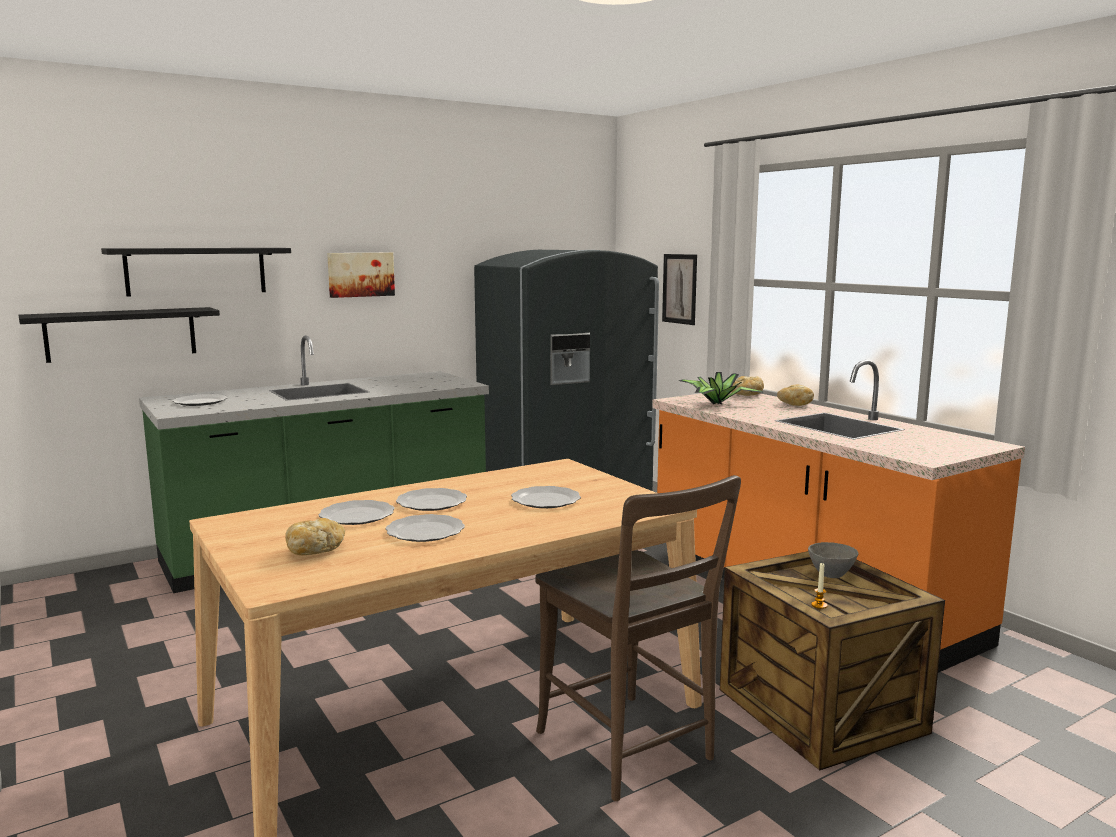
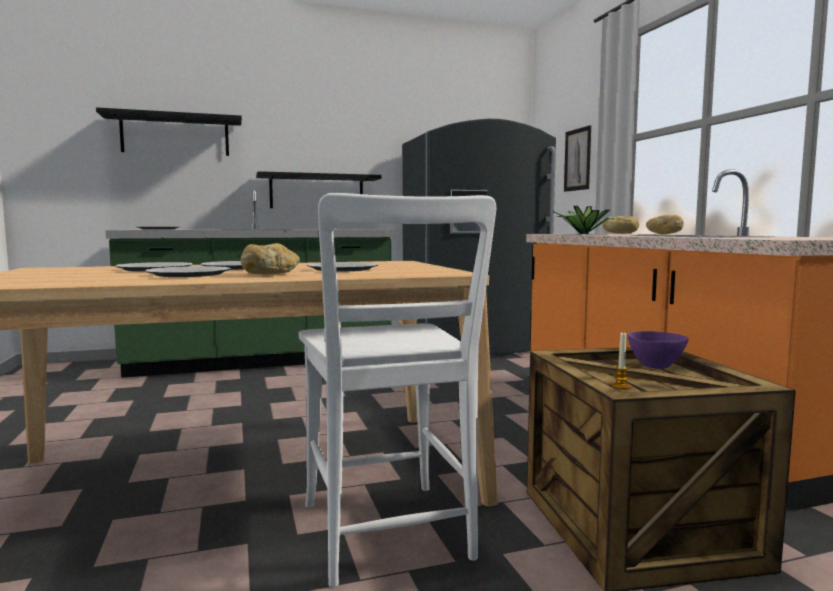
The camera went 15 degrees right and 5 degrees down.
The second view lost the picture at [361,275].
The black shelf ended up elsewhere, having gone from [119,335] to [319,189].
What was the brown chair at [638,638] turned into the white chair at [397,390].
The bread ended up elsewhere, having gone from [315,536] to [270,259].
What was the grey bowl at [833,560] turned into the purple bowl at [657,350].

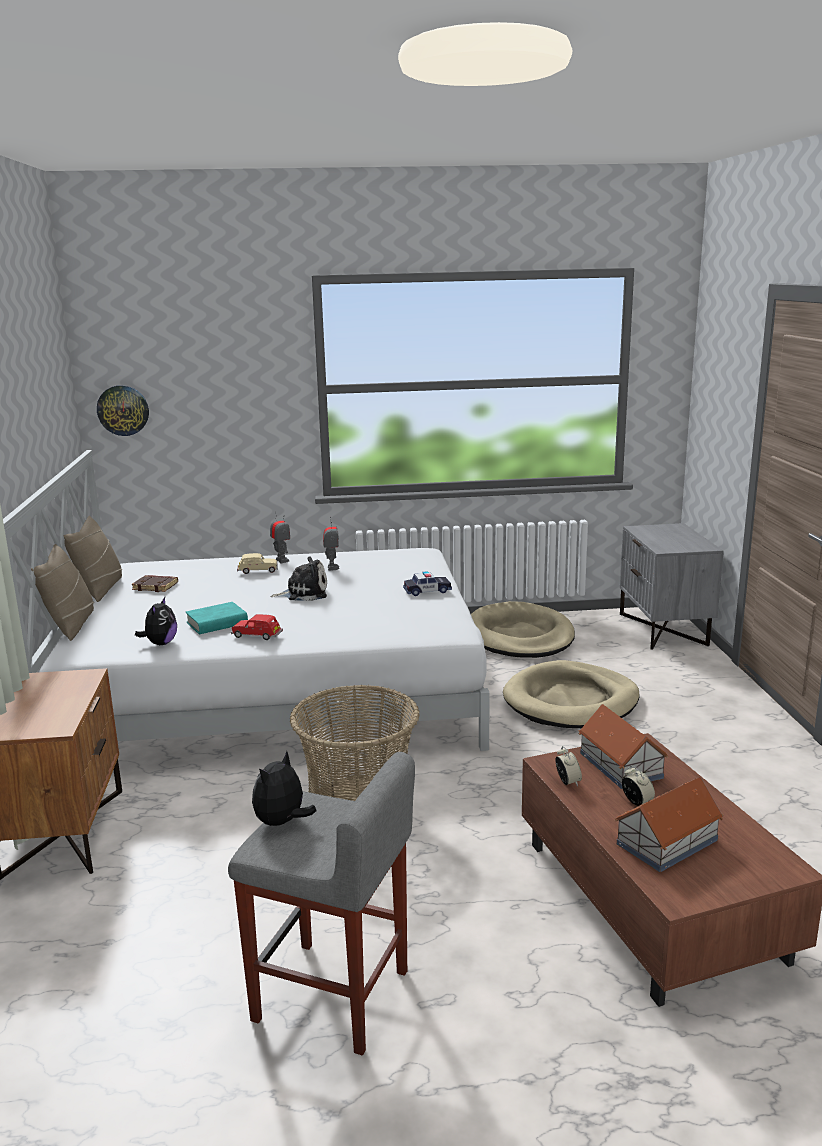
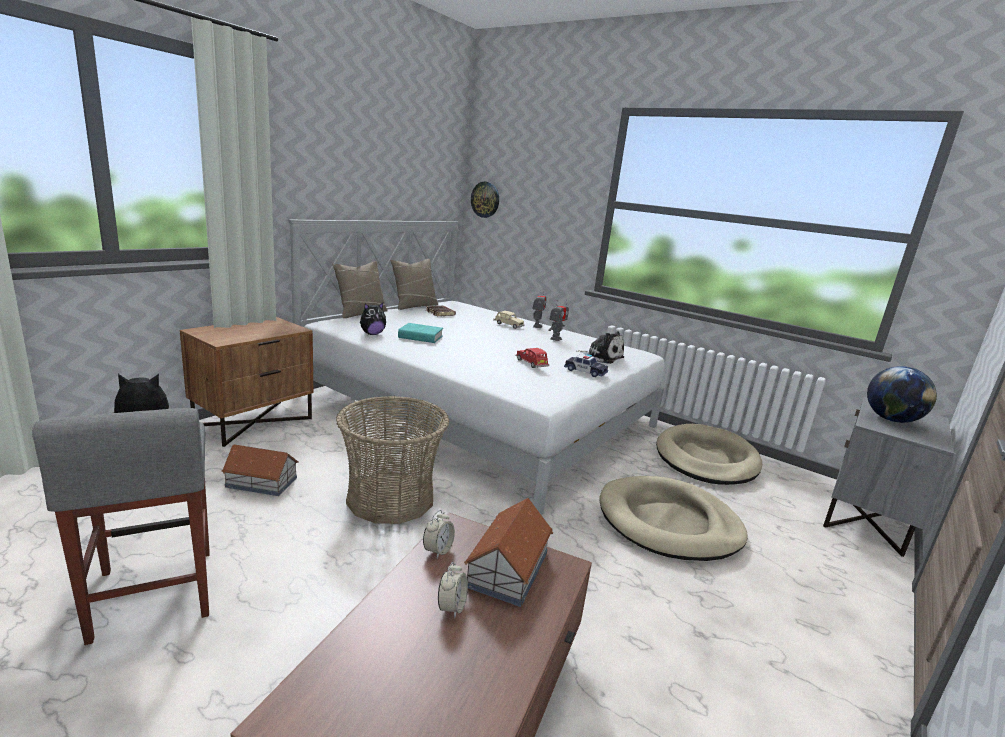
The camera went 40 degrees right and 0 degrees up.
The plush toy ended up elsewhere, having gone from [298,578] to [600,347].
The red toy car ended up elsewhere, having gone from [257,627] to [532,358].
The toy house ended up elsewhere, having gone from [669,824] to [260,470].
The second view gained the globe at [902,394].

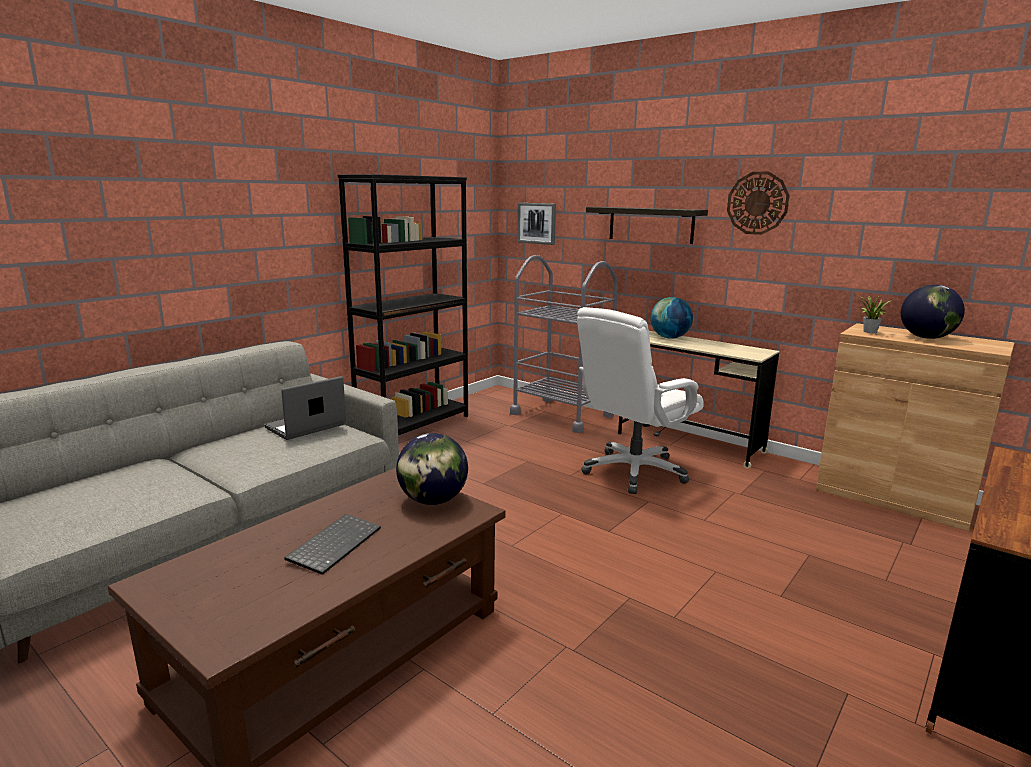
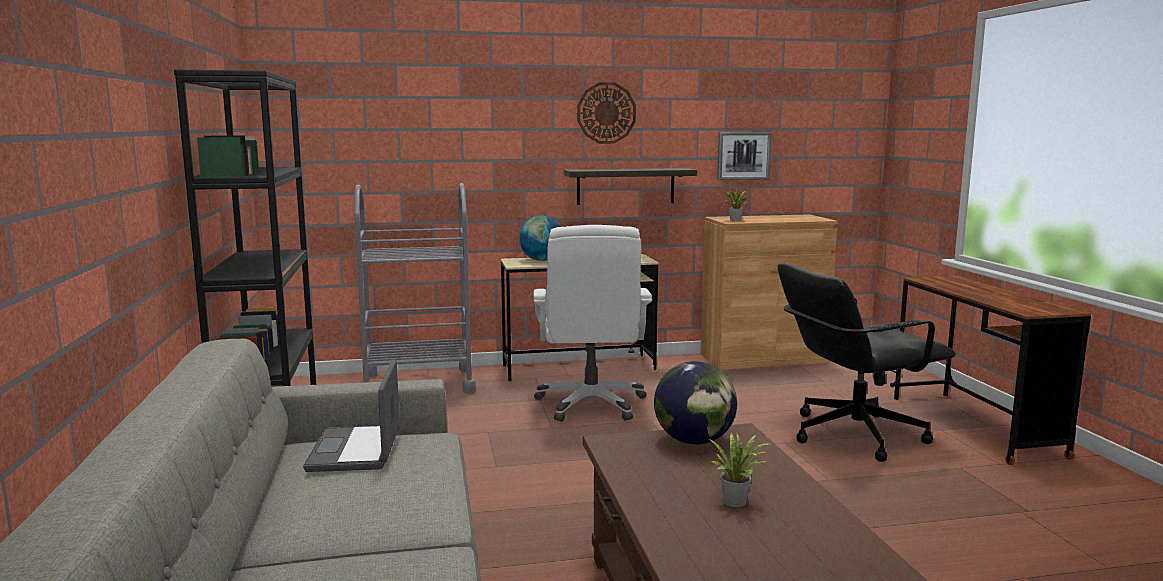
The camera went 50 degrees left and 5 degrees down.
The picture ended up elsewhere, having gone from [536,224] to [744,156].
The shelf ended up elsewhere, having gone from [647,225] to [630,186].
The second view lost the globe at [933,312].
Where the keyboard stood at [332,544], the potted plant came to stand at [739,469].
The second view gained the black office chair at [867,362].

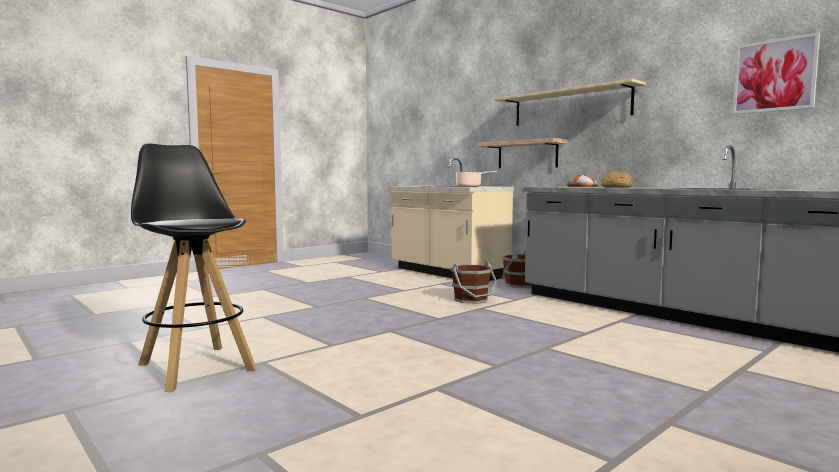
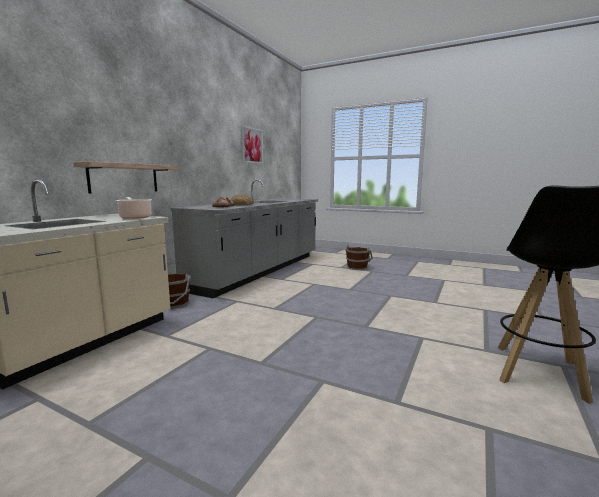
The camera went 110 degrees left and 5 degrees up.
The second view lost the beige shelf at [570,102].
The brown bucket ended up elsewhere, having gone from [473,282] to [359,257].

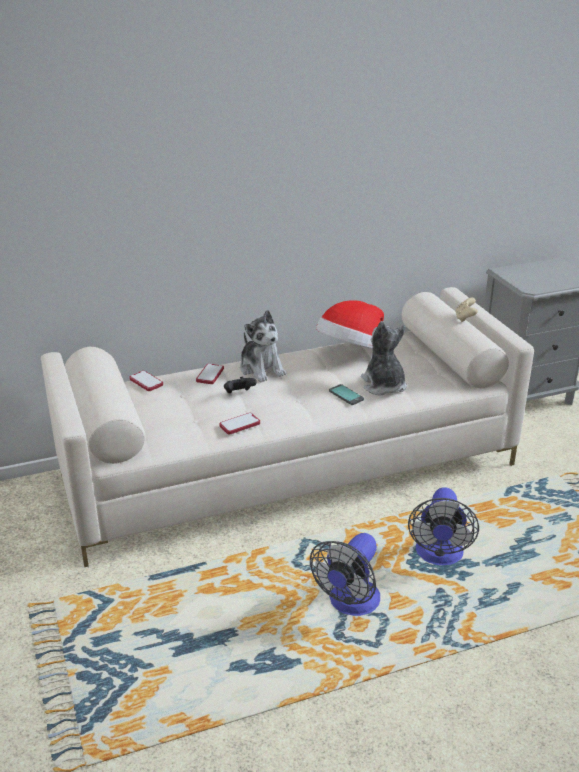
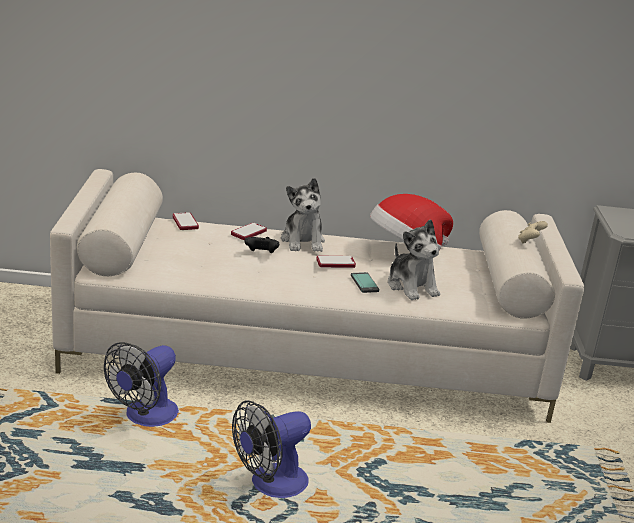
The camera went 20 degrees right and 5 degrees down.
The plush toy at [384,358] ended up facing another way, 150 degrees clockwise from before.
The phone ended up elsewhere, having gone from [239,424] to [336,262].
The fan ended up elsewhere, having gone from [443,526] to [141,384].

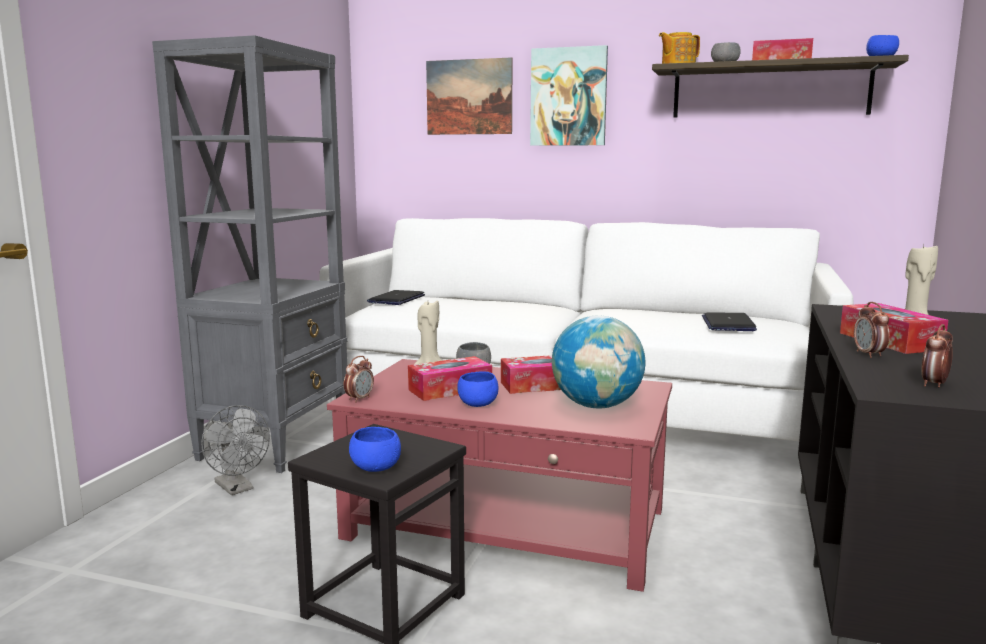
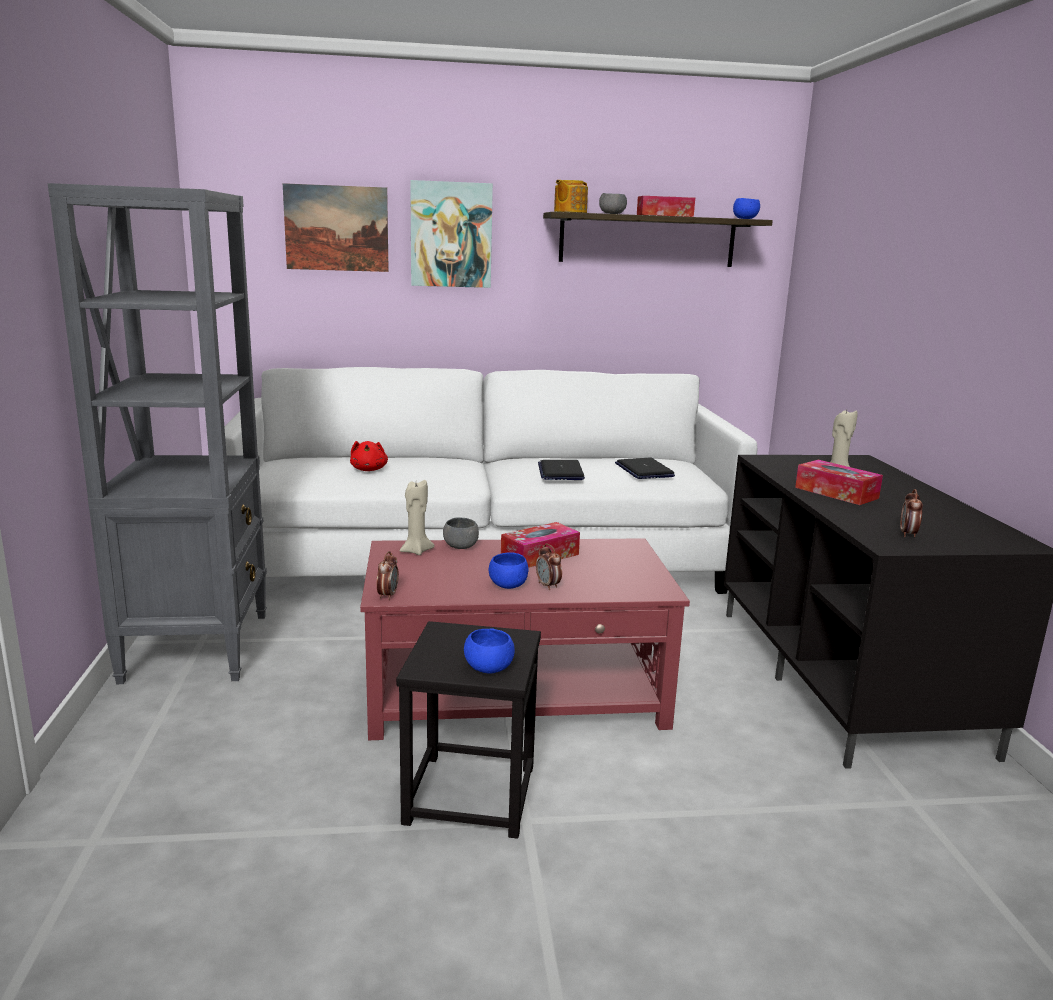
The camera went 25 degrees left and 5 degrees up.
The laptop ended up elsewhere, having gone from [396,297] to [561,470].
The alarm clock ended up elsewhere, having gone from [872,330] to [549,566].
The second view lost the globe at [598,362].
The second view lost the tissue box at [450,378].
The second view lost the grey fan at [235,450].
The second view gained the red plush toy at [369,456].

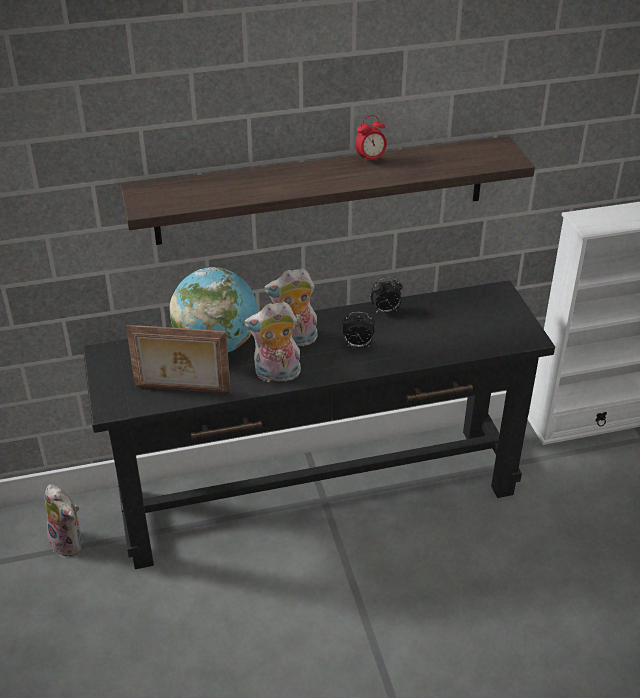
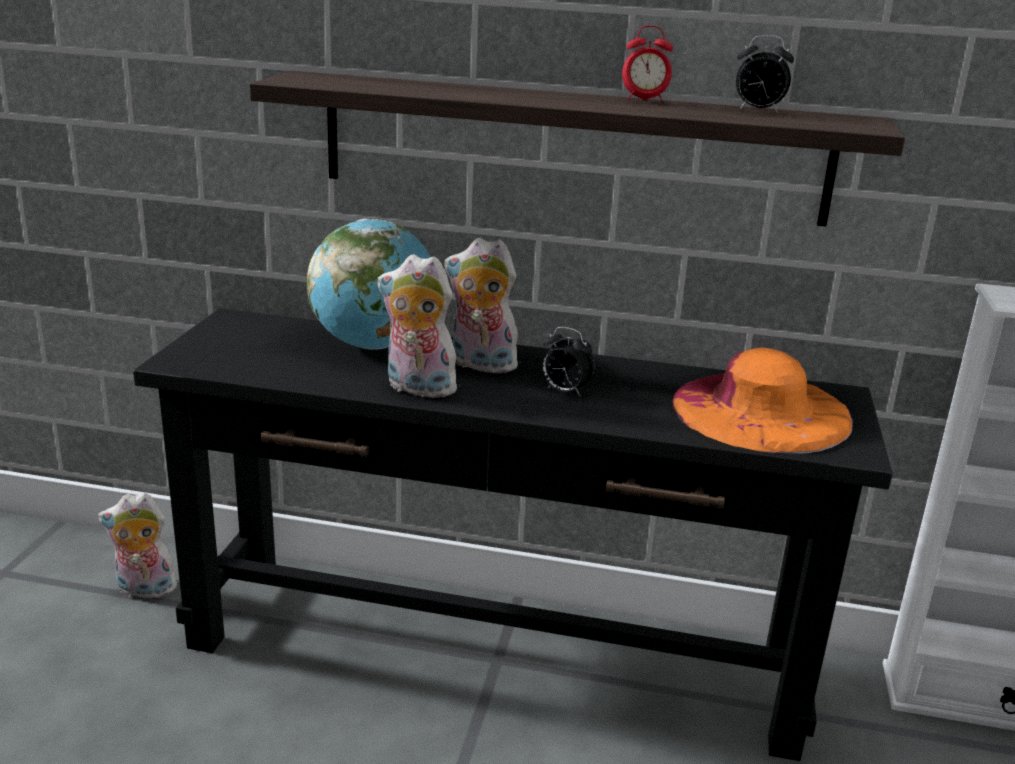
The camera went 25 degrees right and 15 degrees down.
The alarm clock ended up elsewhere, having gone from [386,295] to [765,74].
The second view lost the picture frame at [178,359].
The plush toy at [63,520] ended up facing another way, 105 degrees clockwise from before.
The second view gained the orange hat at [762,400].

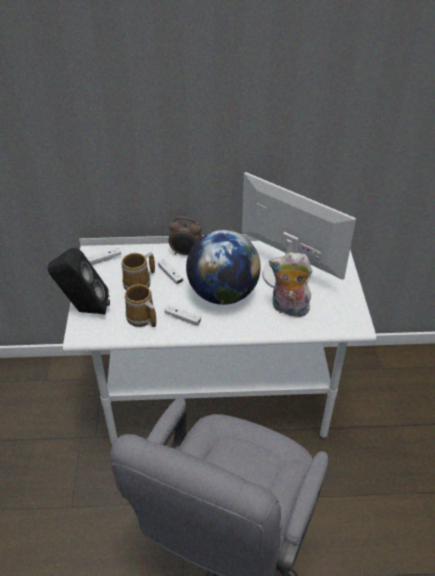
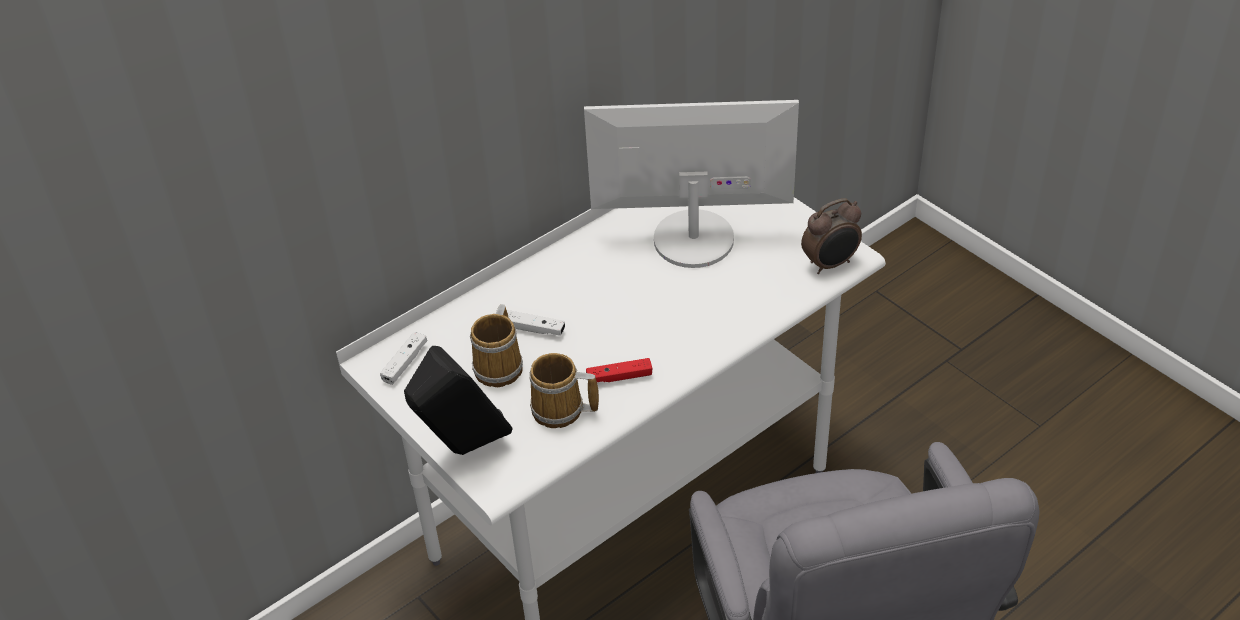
The camera went 35 degrees left and 0 degrees up.
The alarm clock ended up elsewhere, having gone from [185,236] to [831,236].
The second view lost the globe at [223,267].
The second view lost the plush toy at [291,284].
What was the white game controller at [182,315] turned into the red game controller at [619,370].

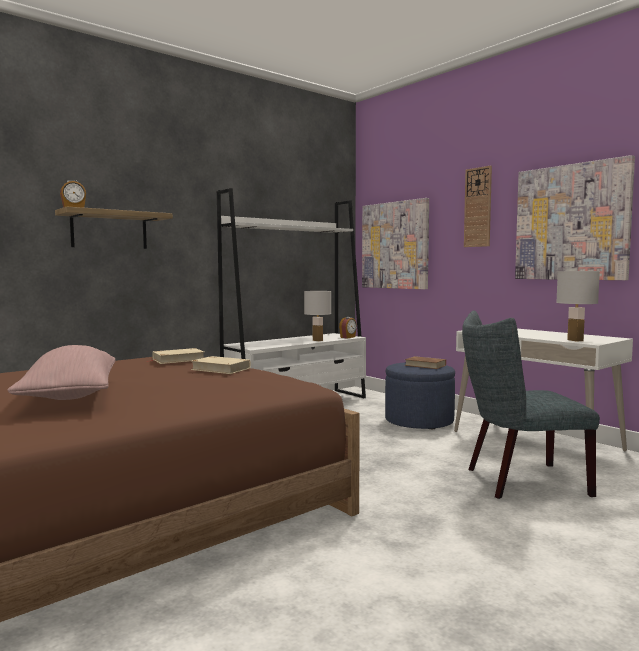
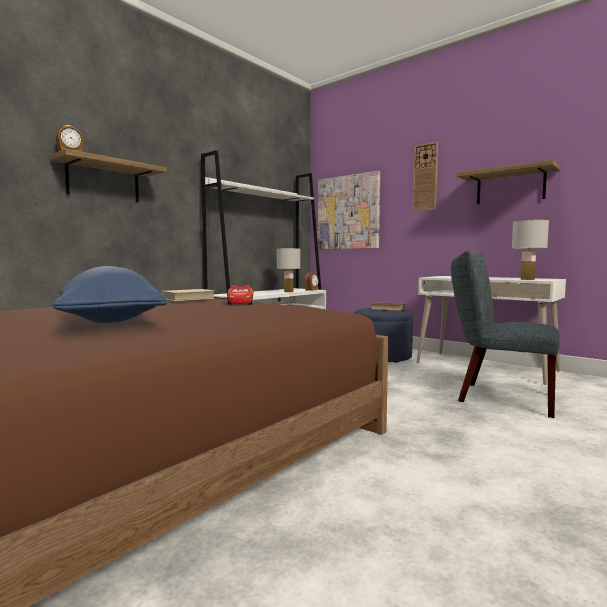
The camera went 10 degrees left and 0 degrees up.
Where the picture hung at [575,217], the shelf came to hang at [508,182].
The grey chair at [531,404] ended up facing another way, 45 degrees clockwise from before.
What was the pink pillow at [61,372] turned into the blue pillow at [109,294].
Where the beige book stood at [221,365], the toy car came to stand at [240,295].

